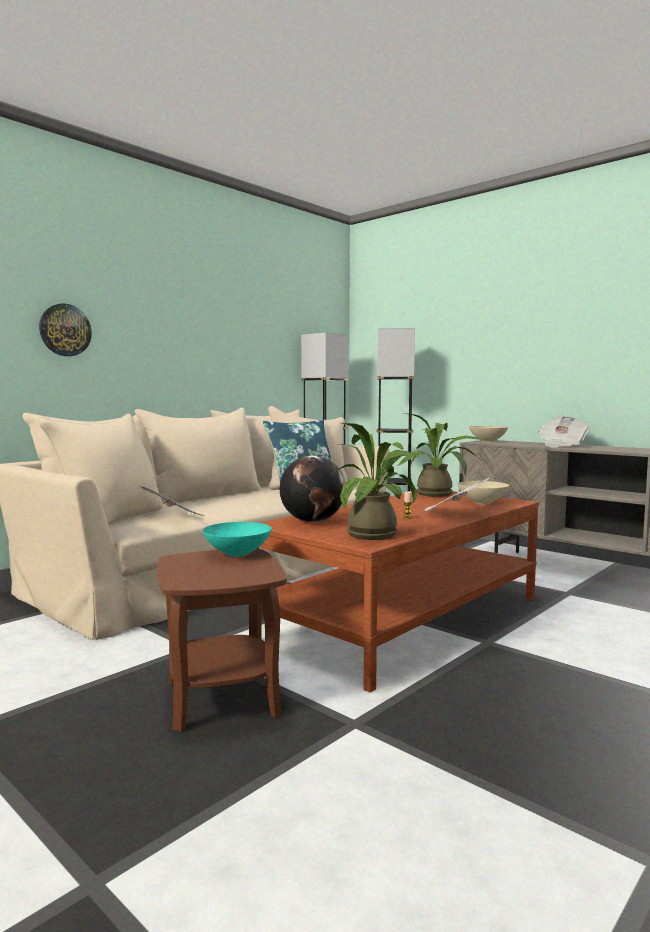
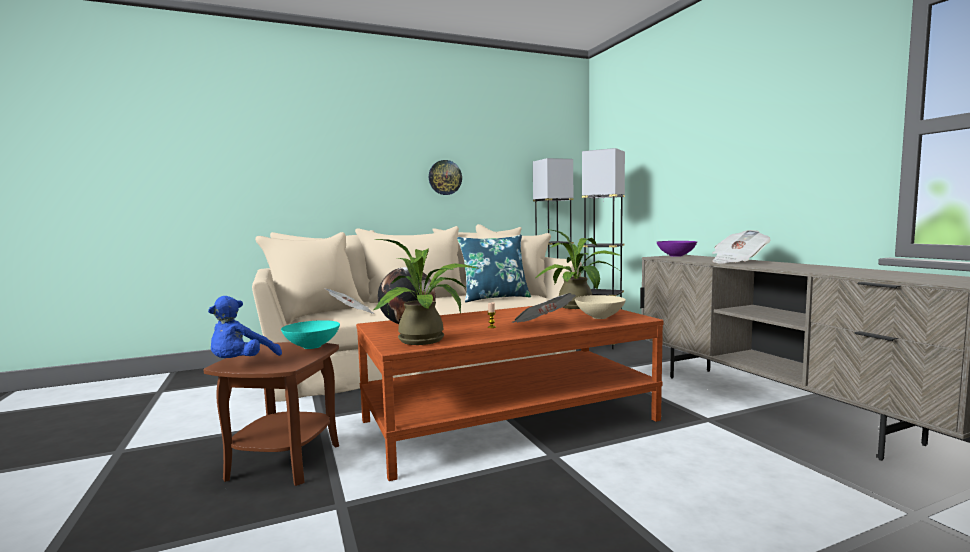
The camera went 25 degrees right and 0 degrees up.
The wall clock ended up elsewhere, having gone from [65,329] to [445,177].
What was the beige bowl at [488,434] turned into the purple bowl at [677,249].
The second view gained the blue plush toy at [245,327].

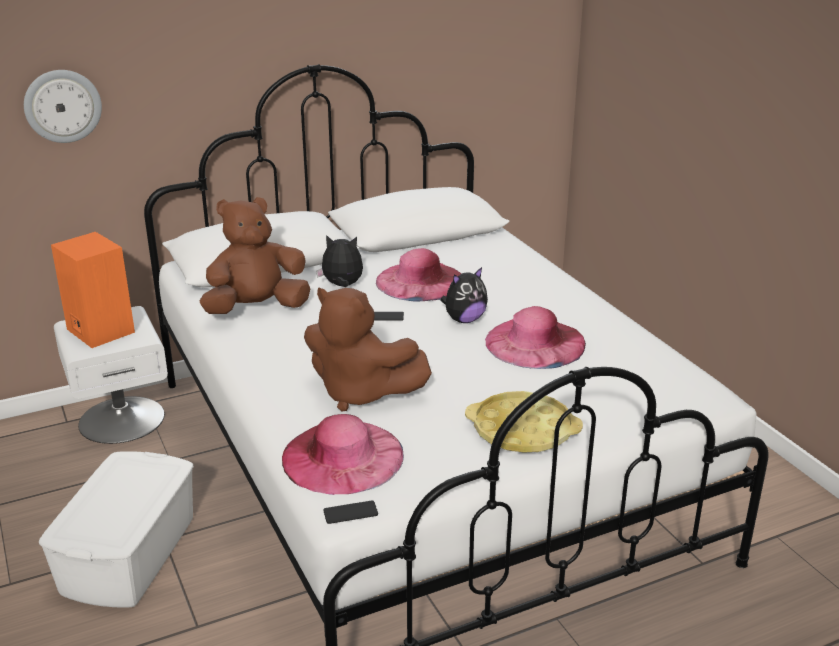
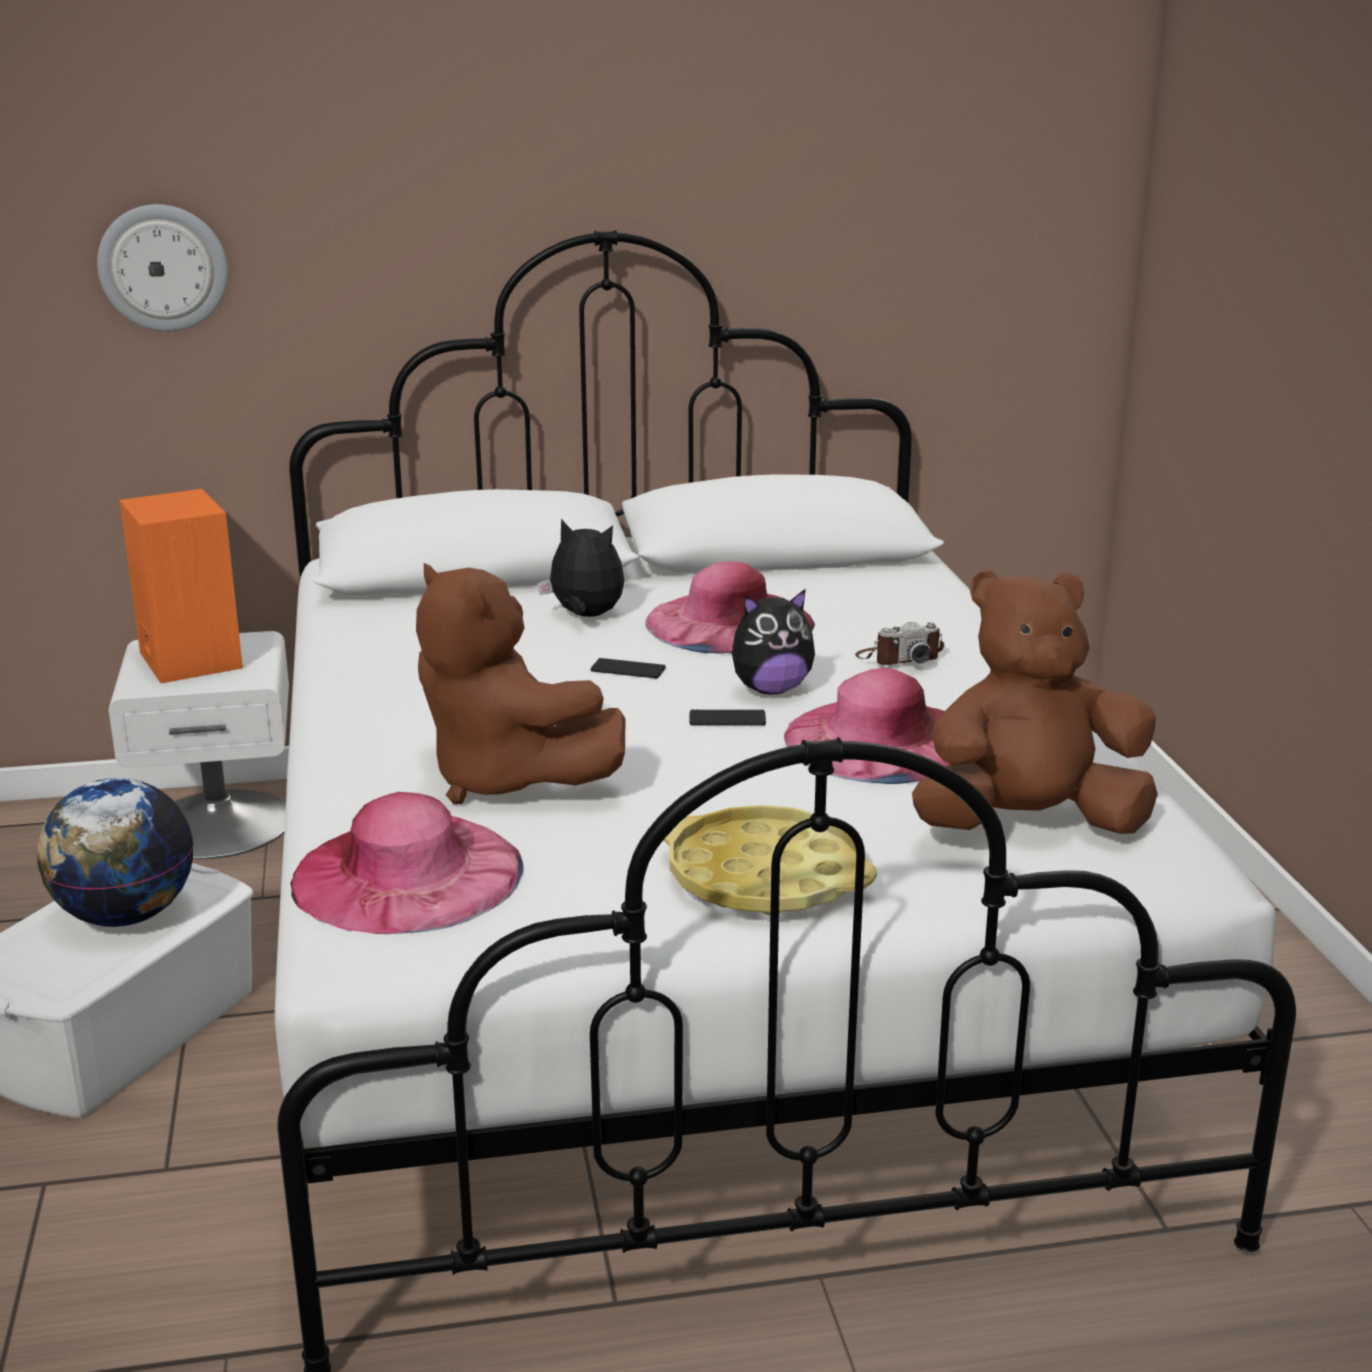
The camera went 15 degrees right and 5 degrees down.
The brown plush toy ended up elsewhere, having gone from [255,255] to [1035,702].
The phone ended up elsewhere, having gone from [351,512] to [727,718].
The second view gained the photo camera at [899,643].
The second view gained the globe at [115,852].

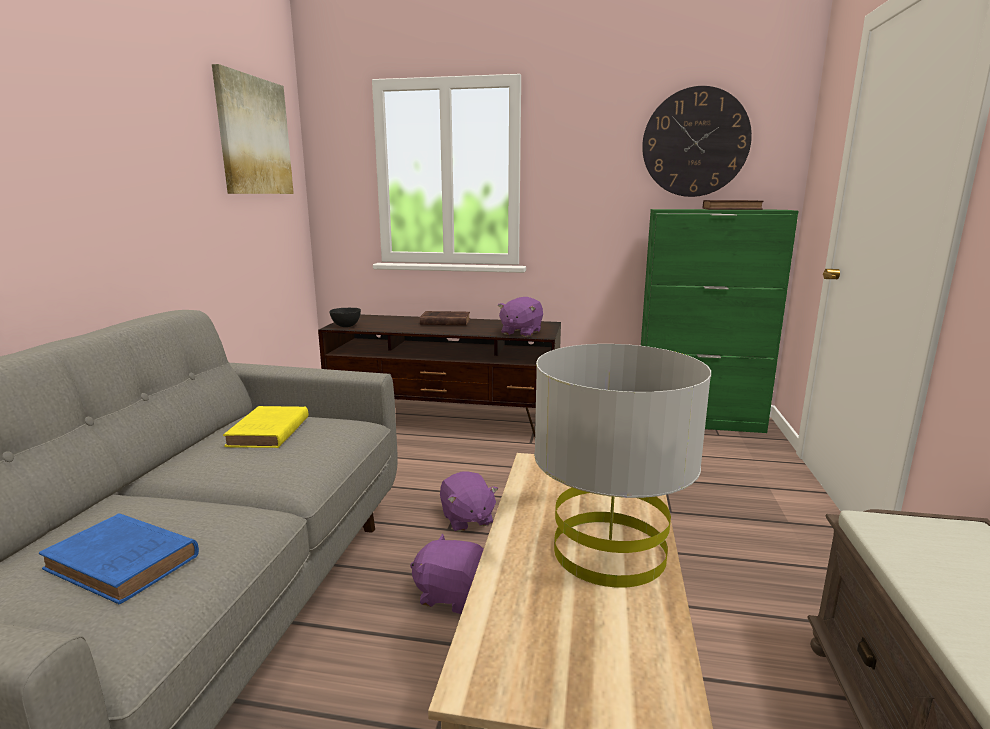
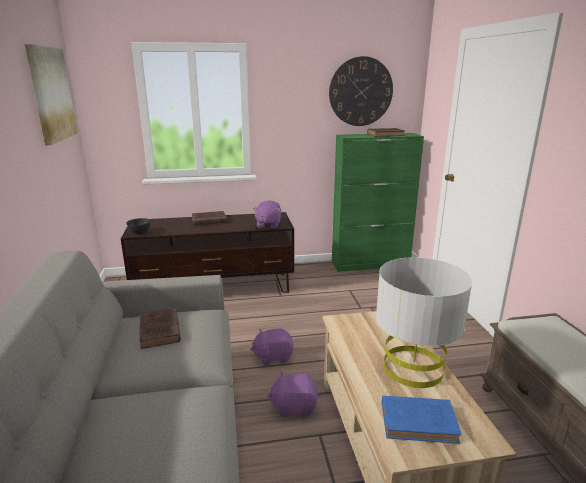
The camera went 20 degrees left and 5 degrees up.
What was the yellow book at [265,427] turned into the brown book at [160,328].
The purple plush toy at [469,502] ended up facing another way, 120 degrees clockwise from before.
The blue book ended up elsewhere, having gone from [119,559] to [421,420].

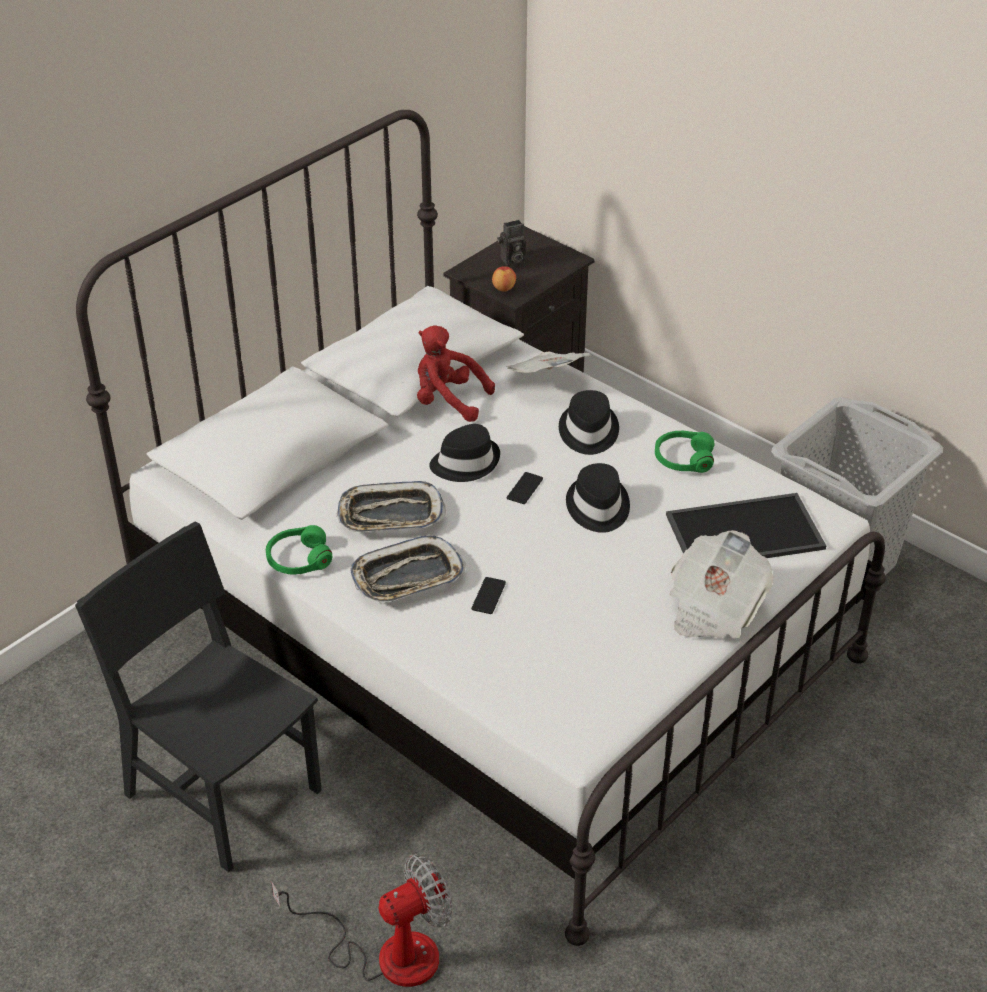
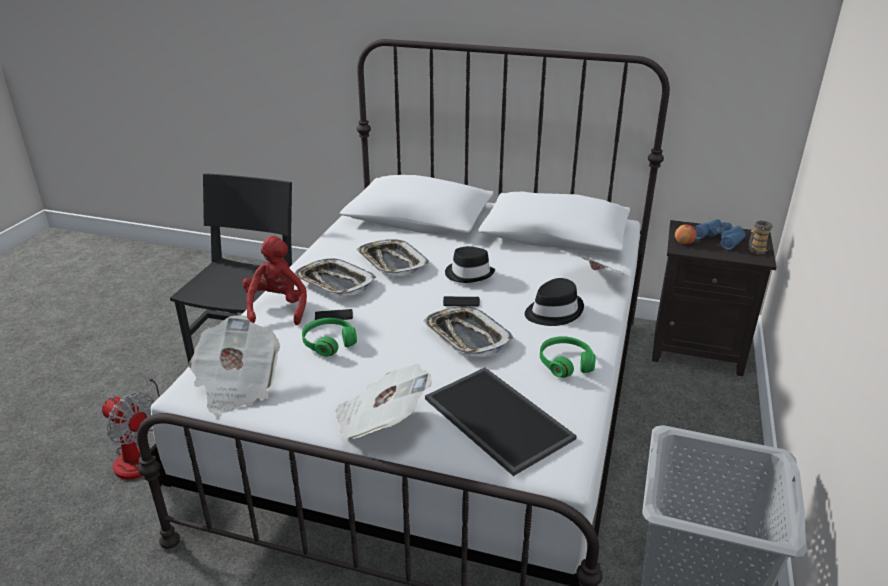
The camera went 65 degrees right and 10 degrees down.
Where the photo camera stood at [511,243], the blue binoculars came to stand at [720,234].
The red plush toy ended up elsewhere, having gone from [456,373] to [274,280].
Where the black hat stood at [598,498], the tray came to stand at [468,331].
The green headphones ended up elsewhere, having gone from [299,550] to [329,337].
The second view gained the mug at [760,237].
The second view gained the newspaper at [234,365].

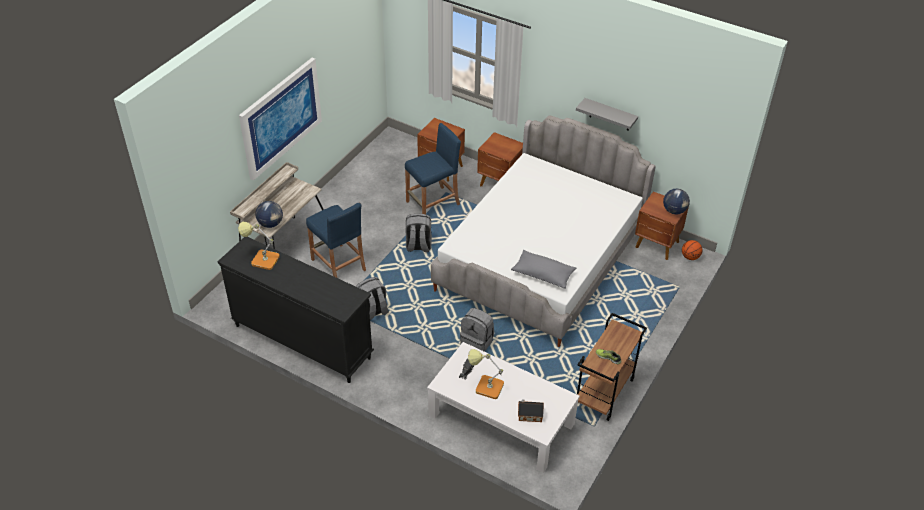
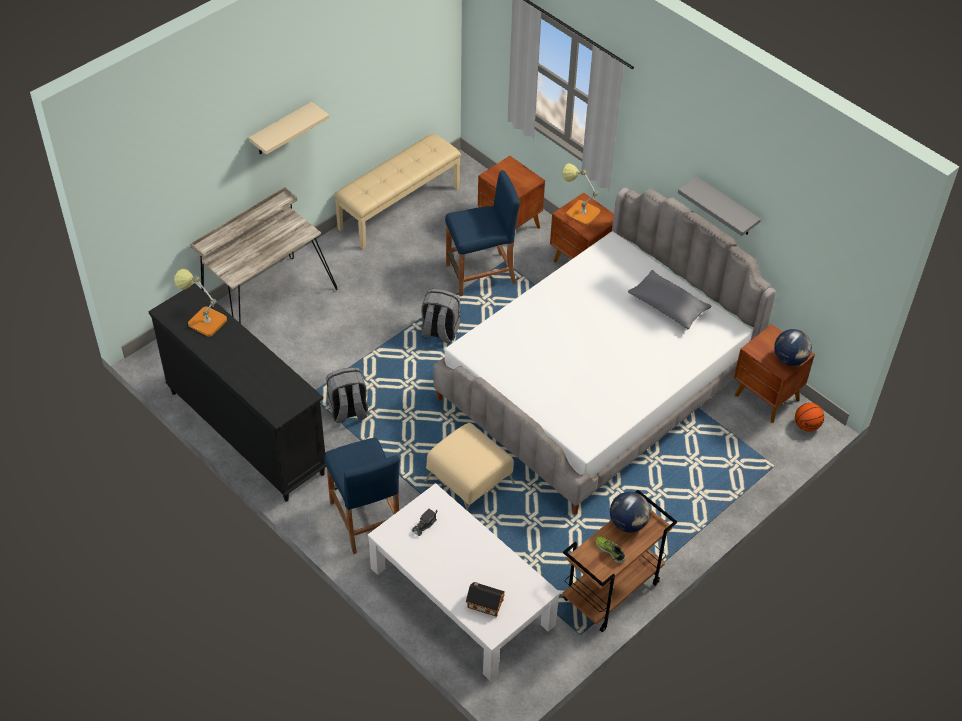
The camera went 15 degrees right and 5 degrees up.
Where the picture hung at [280,119], the beige shelf came to hang at [289,128].
The globe ended up elsewhere, having gone from [269,214] to [630,512].
The blue stool ended up elsewhere, having gone from [336,240] to [362,496].
The grey pillow ended up elsewhere, having gone from [543,269] to [670,299].
Where the grey backpack stood at [477,330], the beige ottoman came to stand at [469,467].
The table lamp ended up elsewhere, having gone from [486,374] to [581,194].
The second view gained the beige bench at [397,191].

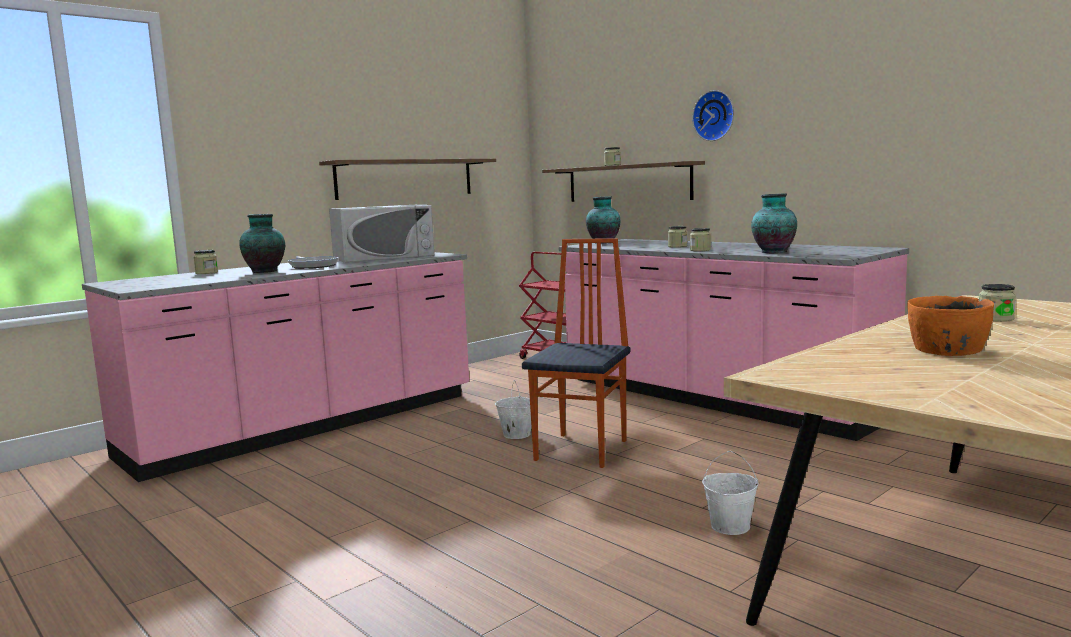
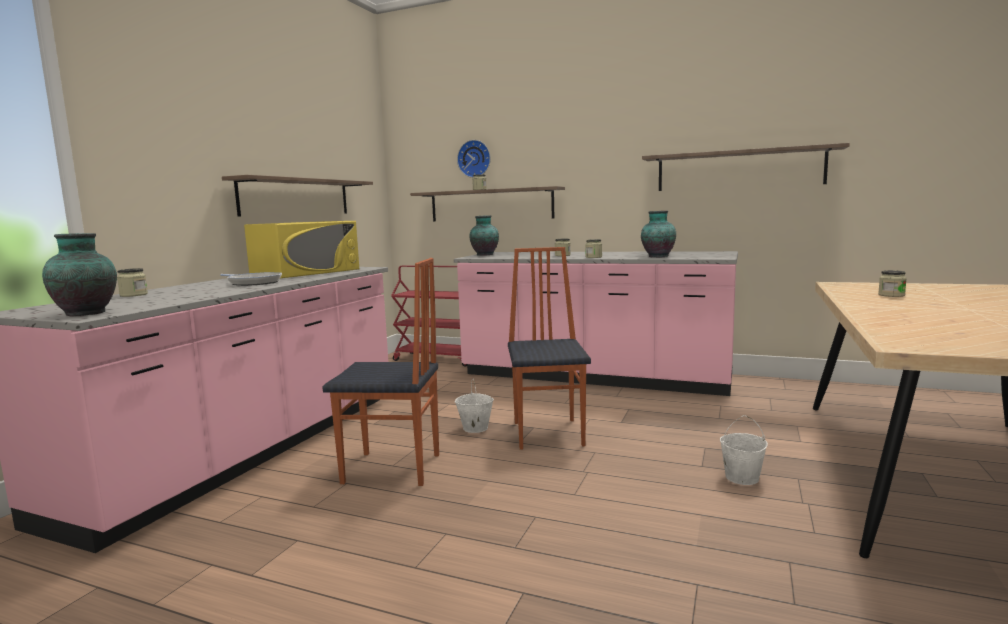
The camera went 25 degrees left and 0 degrees up.
The wall clock ended up elsewhere, having gone from [713,115] to [474,159].
What was the white microwave at [382,234] turned into the yellow microwave at [301,249].
The vase ended up elsewhere, having gone from [262,243] to [79,274].
The second view lost the orange bowl at [950,326].
The second view gained the shelf at [746,167].
The second view gained the chair at [380,372].

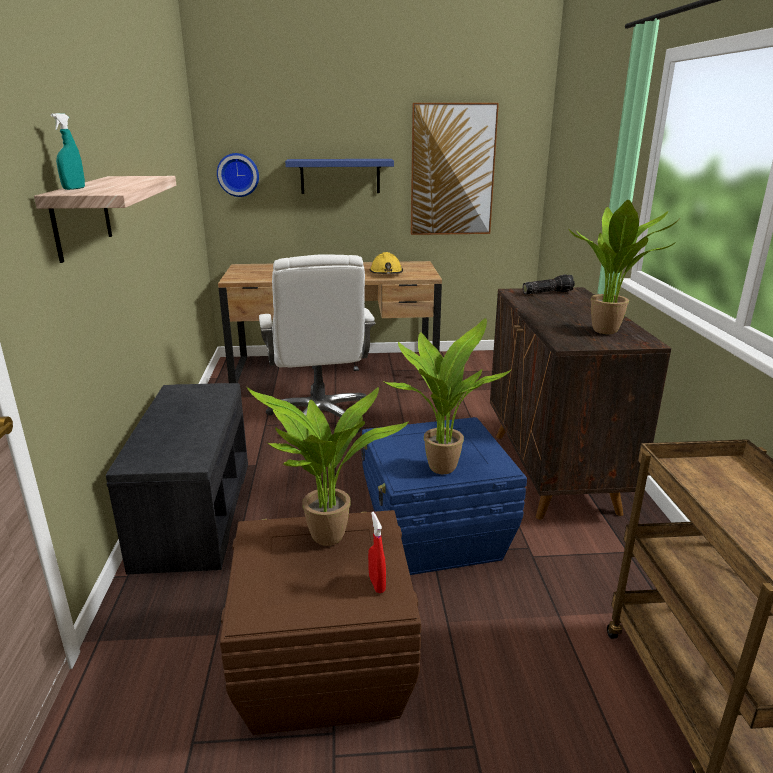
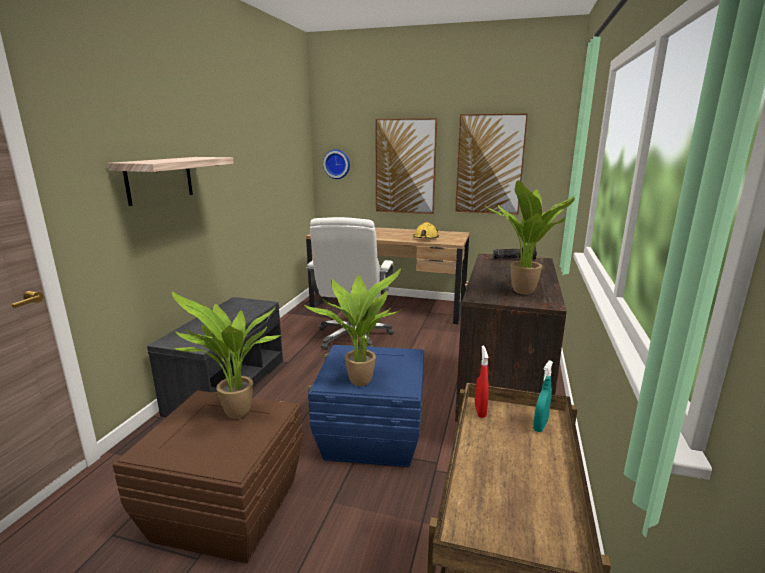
The camera went 20 degrees right and 5 degrees down.
The turquoise spray bottle ended up elsewhere, having gone from [67,151] to [543,396].
Where the blue shelf hung at [339,176], the picture came to hang at [406,166].
The red spray bottle ended up elsewhere, having gone from [377,552] to [482,381].

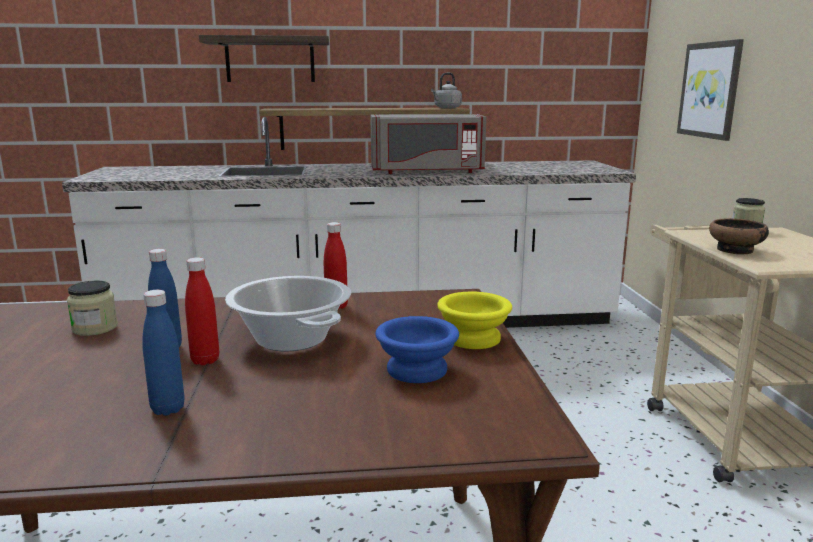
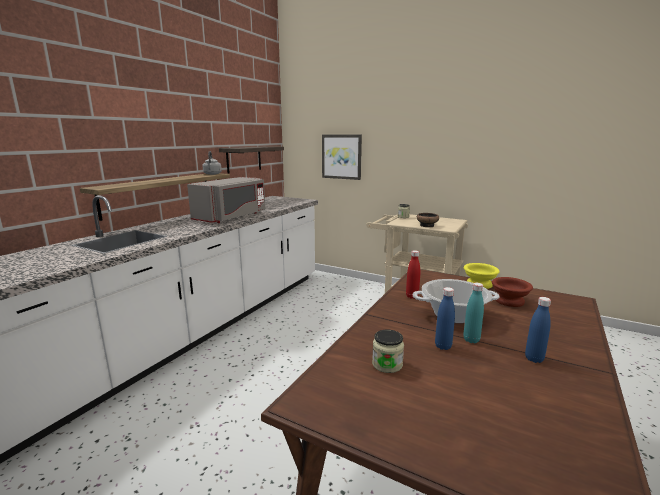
The camera went 55 degrees left and 0 degrees up.
The shelf ended up elsewhere, having gone from [264,58] to [251,159].
What was the red bottle at [202,311] turned into the turquoise bottle at [473,313].
What was the blue bowl at [417,349] turned into the brown bowl at [512,292].

